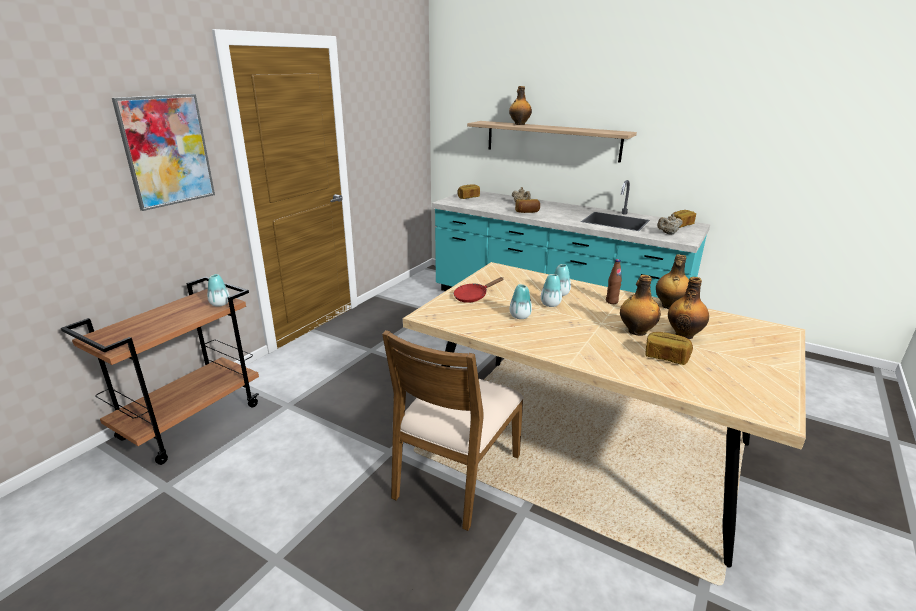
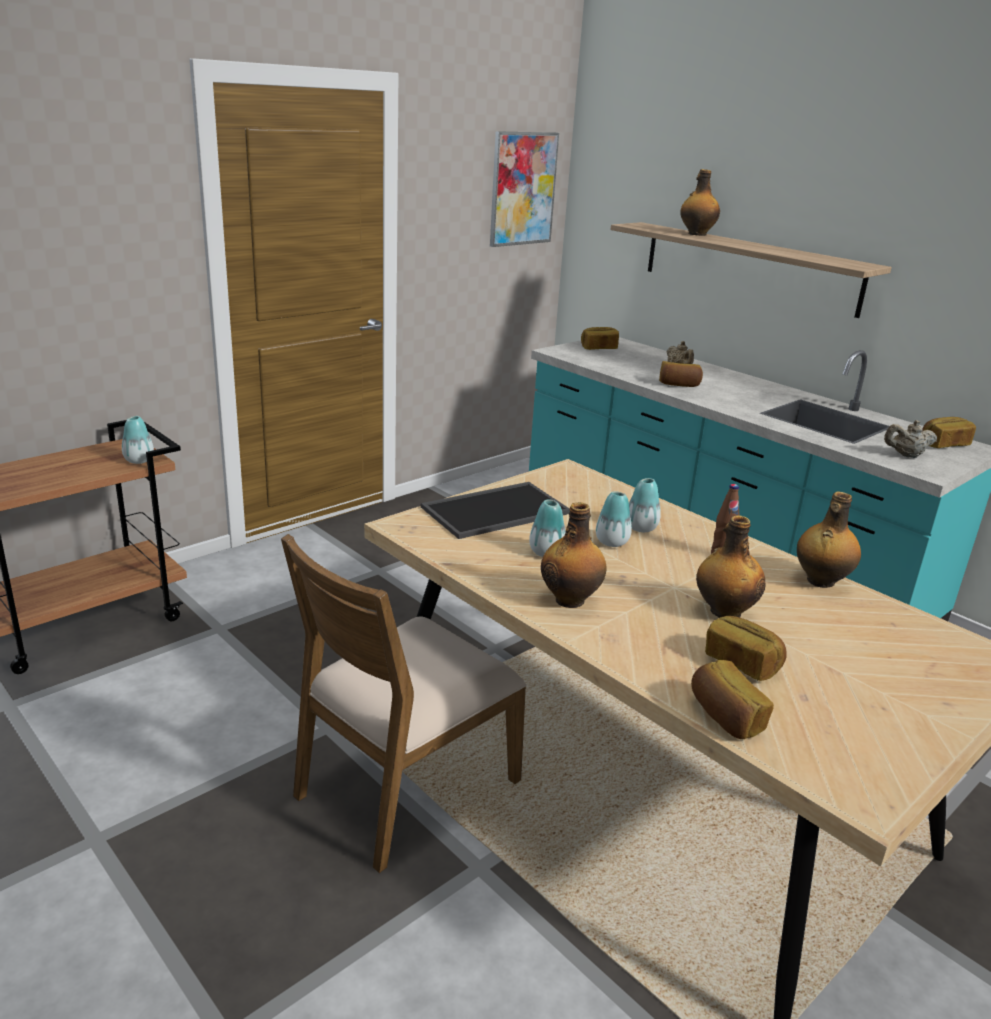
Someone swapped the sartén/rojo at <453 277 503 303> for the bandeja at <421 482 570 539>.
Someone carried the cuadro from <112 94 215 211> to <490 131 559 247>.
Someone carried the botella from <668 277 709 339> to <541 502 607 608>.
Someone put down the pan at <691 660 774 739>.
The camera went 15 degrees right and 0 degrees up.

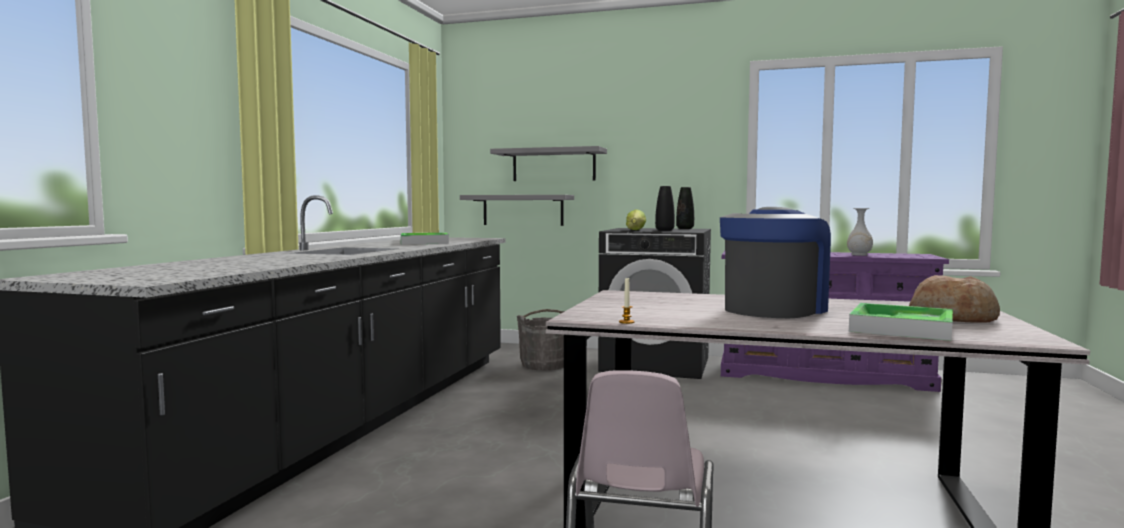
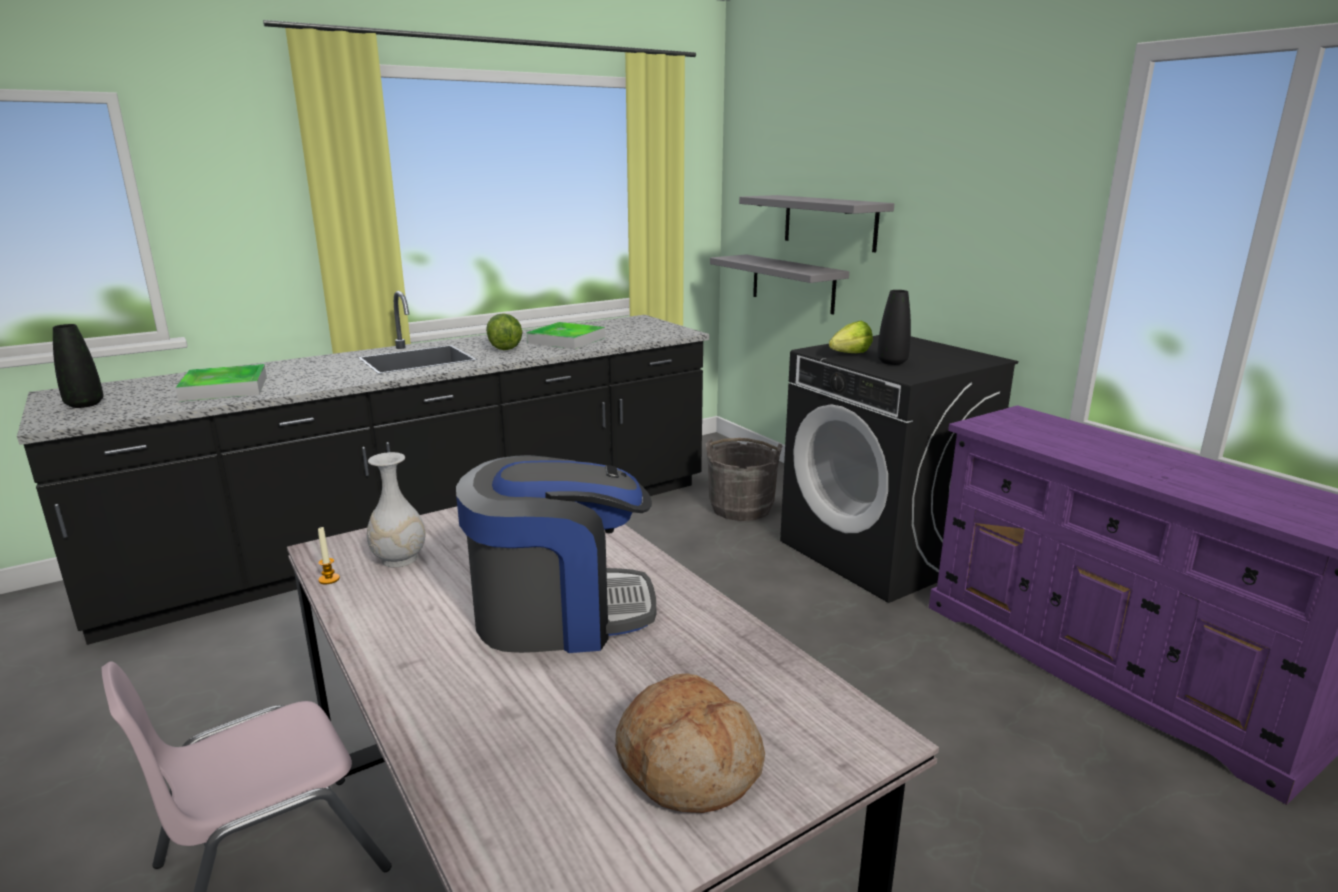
Someone carried the florero/negro from <676 187 694 229> to <53 324 104 408>.
Someone carried the bandeja from <849 303 953 341> to <175 364 267 402>.
Someone carried the florero/blanco from <847 208 873 256> to <367 452 426 568>.
Someone put down the lechuga at <486 313 522 350>.
The camera went 40 degrees right and 15 degrees up.

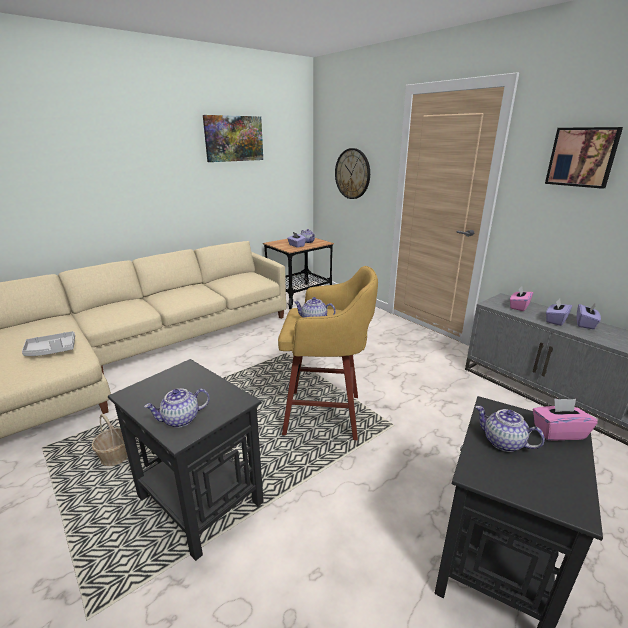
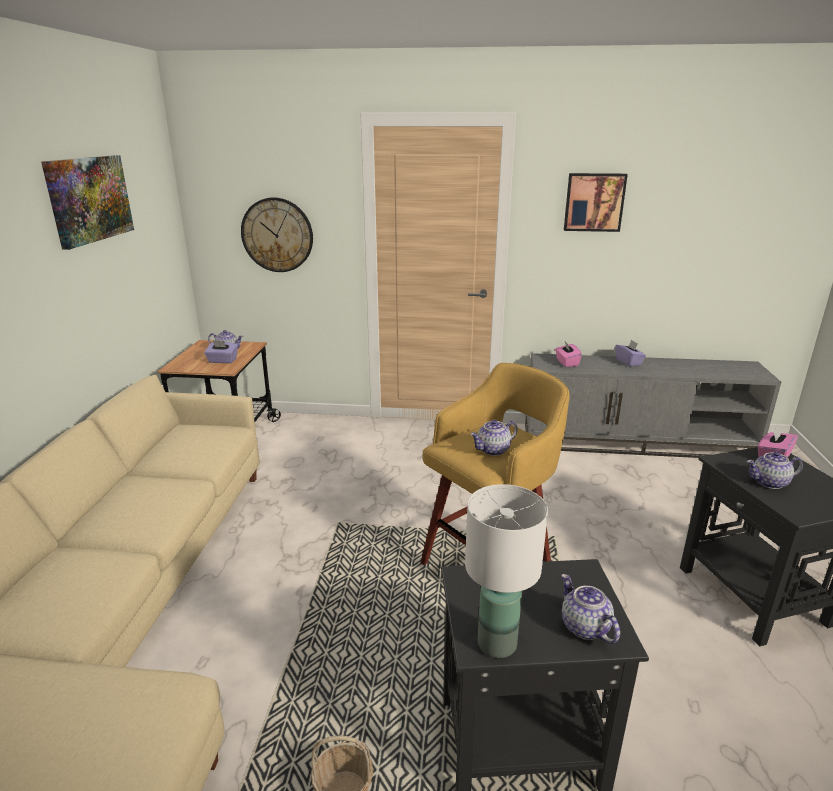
Someone put down the lámpara de mesa/blanco at <465 484 548 658>.
Someone rotated the tetera at <144 389 210 428> by 135 degrees clockwise.
Someone took away the bandeja/gris at <22 331 75 356>.
Someone took away the caja de pañuelos/morado at <546 299 572 326>.
The camera went 45 degrees left and 0 degrees up.

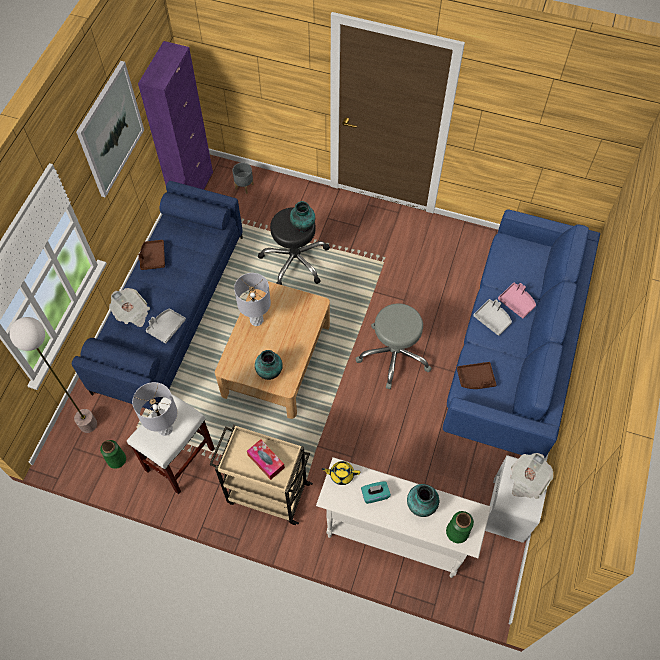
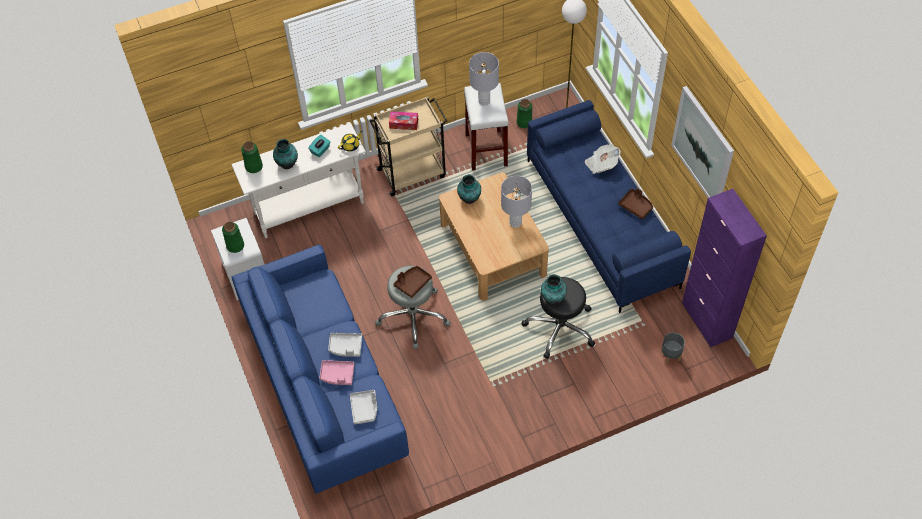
Someone swapped the periódico at <510 453 553 499> for the florero/verde at <222 222 244 253>.
Someone carried the bandeja/gris from <146 308 186 344> to <350 390 377 425>.
Someone carried the bandeja/marrón from <457 362 496 389> to <394 266 432 298>.
The camera went 140 degrees right and 5 degrees down.

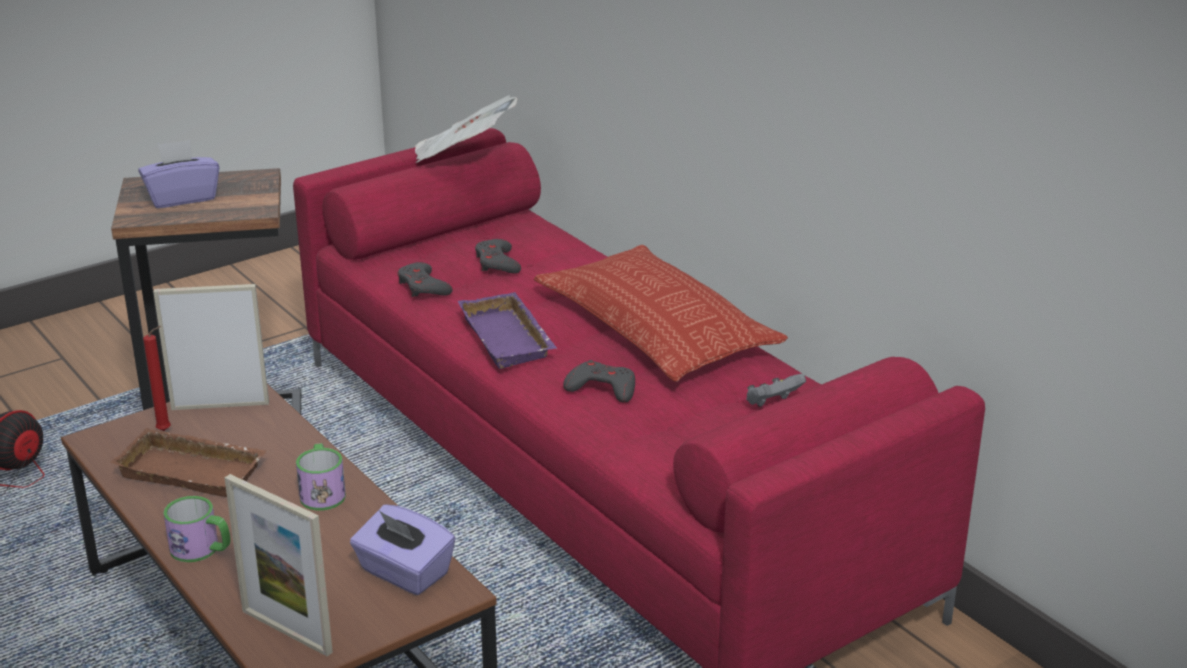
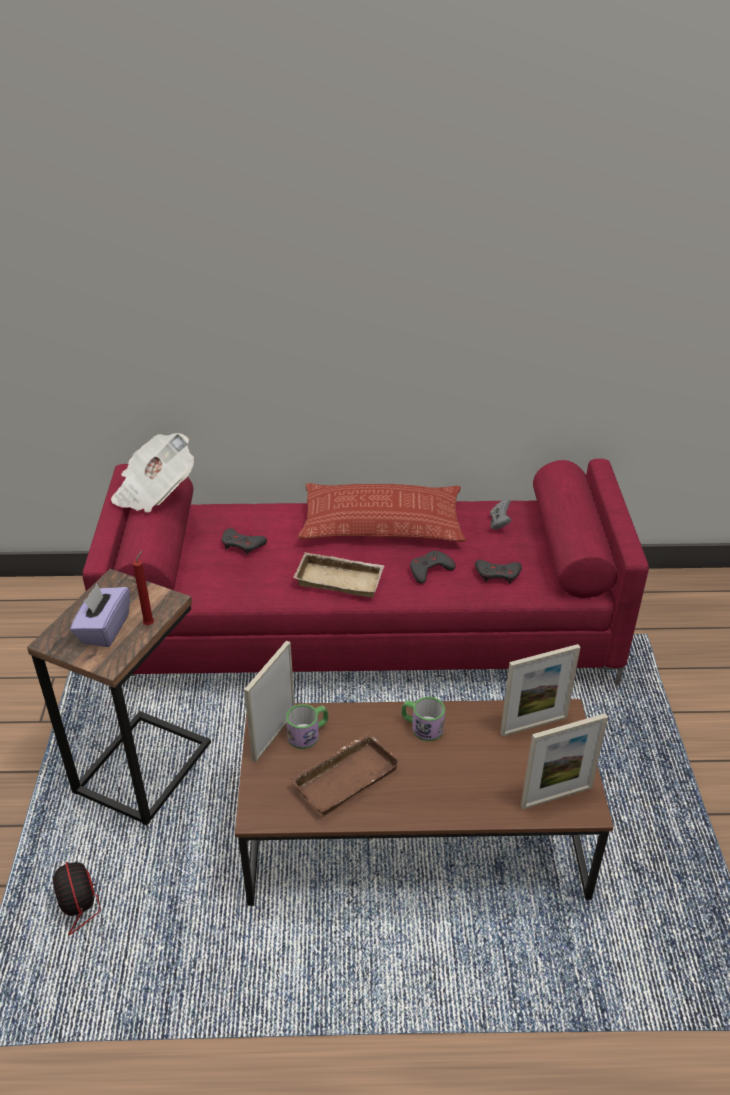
Someone carried the vela/rojo from <143 326 171 431> to <133 550 154 625>.
Someone carried the taza grande from <163 496 231 562> to <286 704 328 749>.
Someone repainted the bandeja/morado at <458 292 557 369>, which became the bandeja/beis at <293 552 384 598>.
Someone carried the mando de consola/gris from <398 262 453 297> to <475 560 522 584>.
Someone swapped the caja de pañuelos/morado at <350 505 456 595> for the portarretratos at <500 644 581 736>.
The camera went 55 degrees left and 10 degrees up.

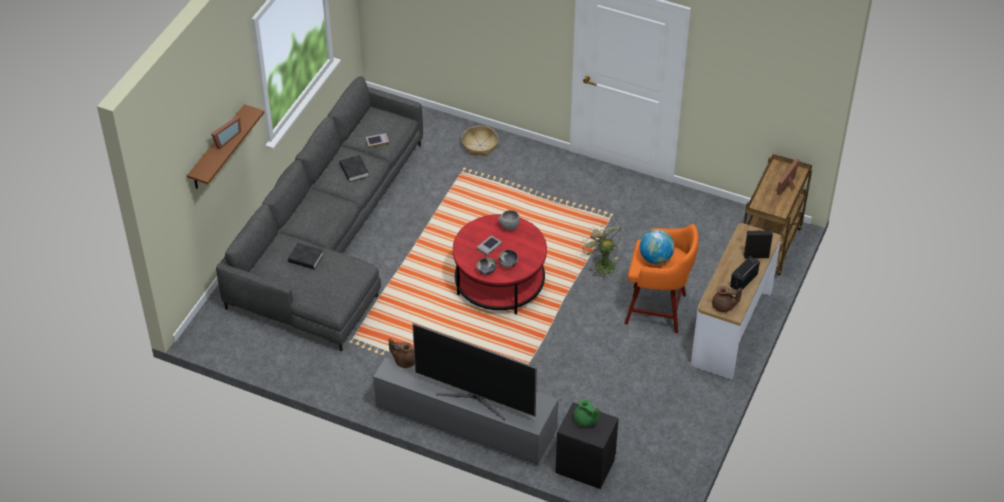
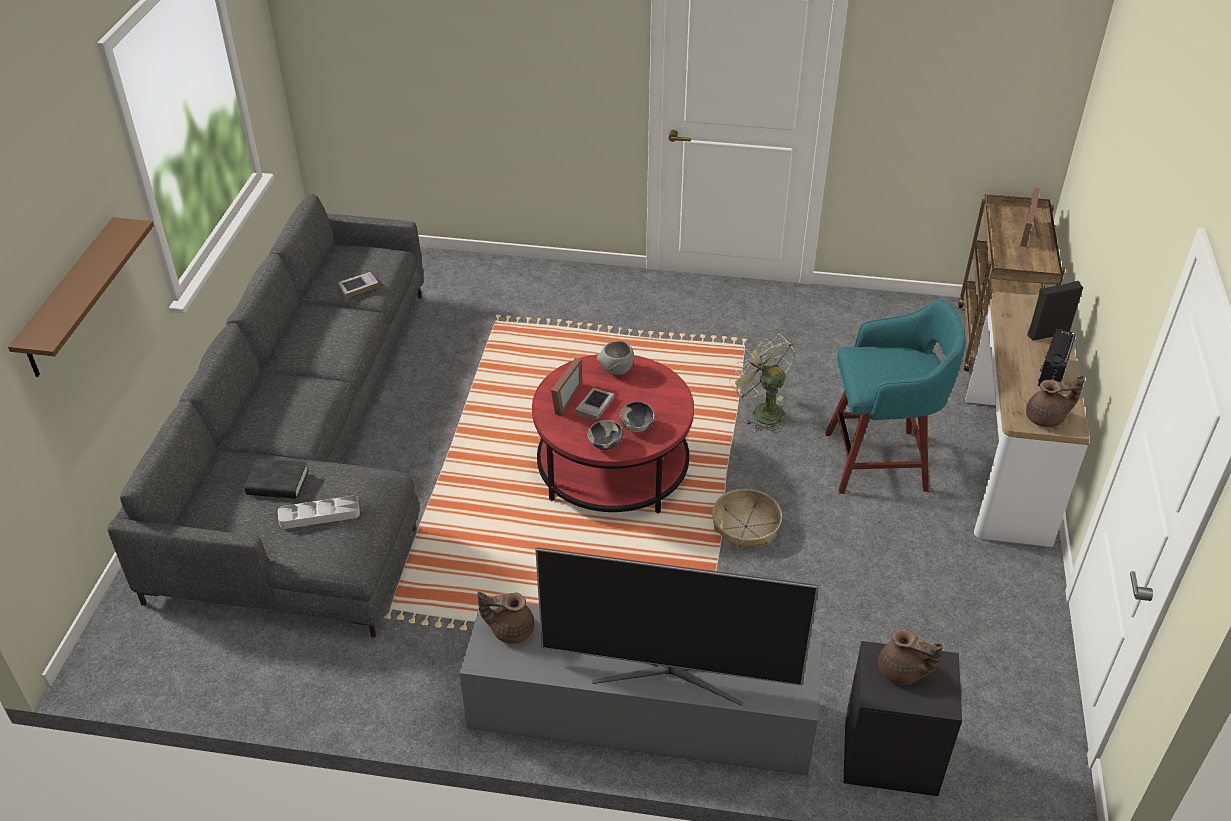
Someone put down the bandeja/gris at <278 496 360 529>.
Someone carried the portarretratos from <211 116 241 149> to <551 358 581 416>.
Someone carried the cesta from <462 126 498 156> to <712 489 782 549>.
Someone repainted the taburete/naranja at <625 224 699 333>, which became the taburete/turquesa at <825 298 966 494>.
Someone repainted the tetera/verde at <573 399 599 427>, which became the tetera/marrón at <878 629 943 685>.
Someone took away the libro/negro at <340 155 369 182>.
Someone took away the globo terráqueo at <640 229 675 264>.
The camera went 15 degrees left and 5 degrees down.

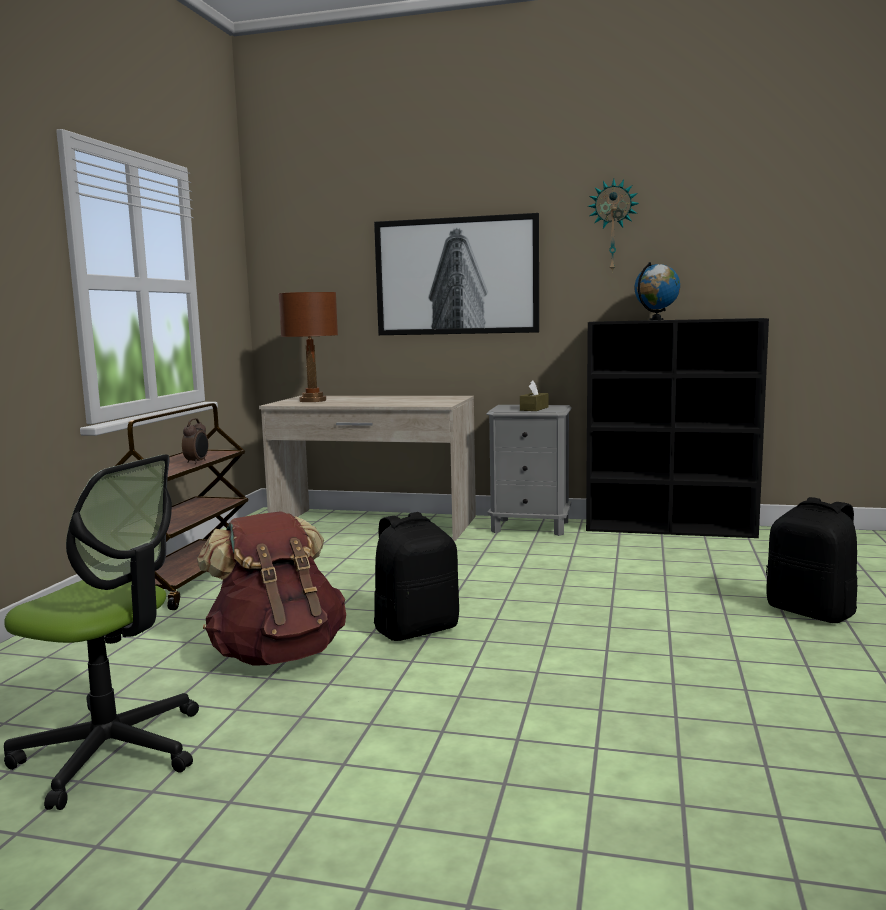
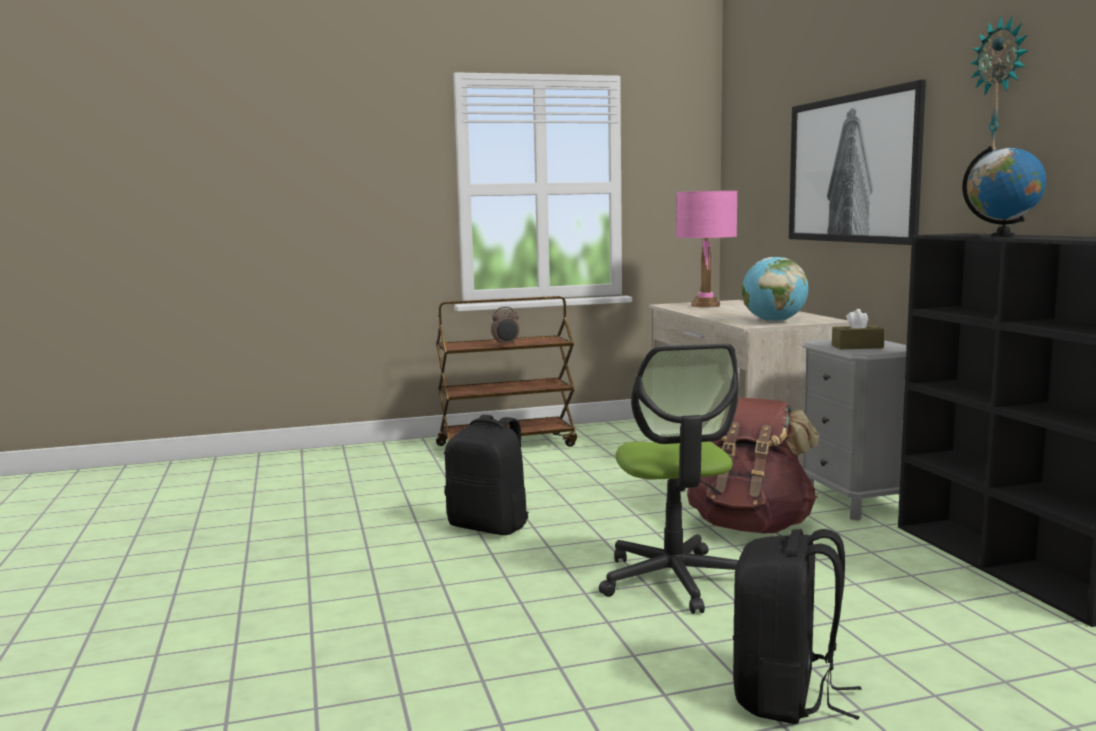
Someone carried the silla de oficina from <4 455 199 810> to <599 343 739 614>.
Someone repainted the lámpara de mesa/marrón at <278 292 338 402>, which became the lámpara de mesa/rosa at <676 191 737 307>.
Someone carried the mochila/marrón from <197 511 346 666> to <687 398 820 533>.
Someone put down the globo terráqueo at <742 257 809 322>.
The camera went 60 degrees right and 0 degrees up.

